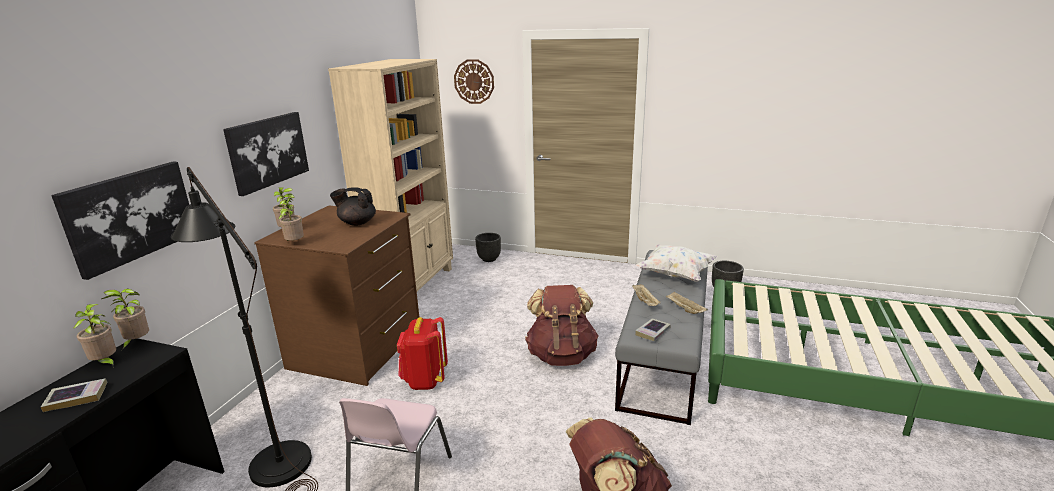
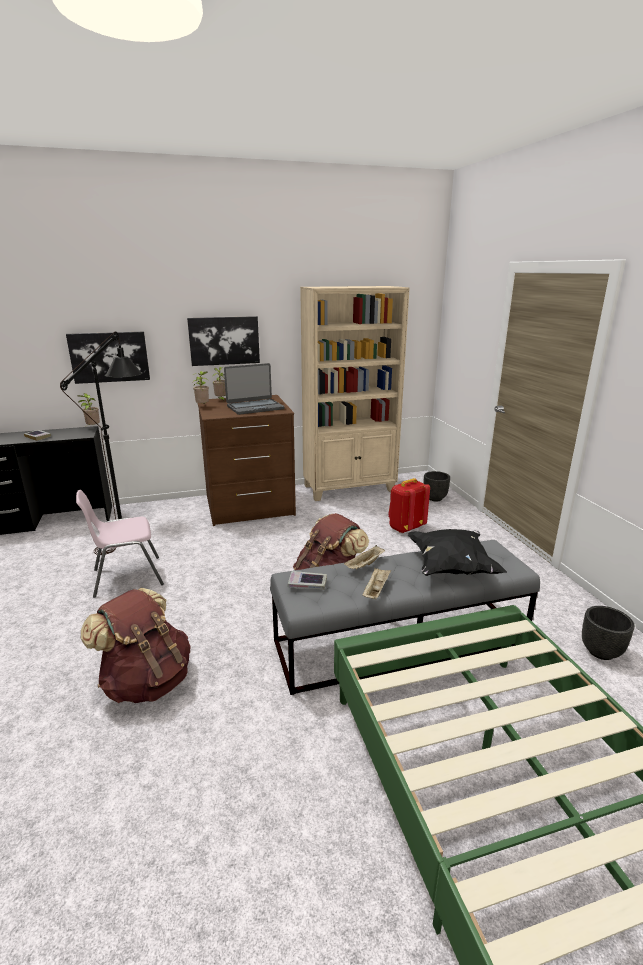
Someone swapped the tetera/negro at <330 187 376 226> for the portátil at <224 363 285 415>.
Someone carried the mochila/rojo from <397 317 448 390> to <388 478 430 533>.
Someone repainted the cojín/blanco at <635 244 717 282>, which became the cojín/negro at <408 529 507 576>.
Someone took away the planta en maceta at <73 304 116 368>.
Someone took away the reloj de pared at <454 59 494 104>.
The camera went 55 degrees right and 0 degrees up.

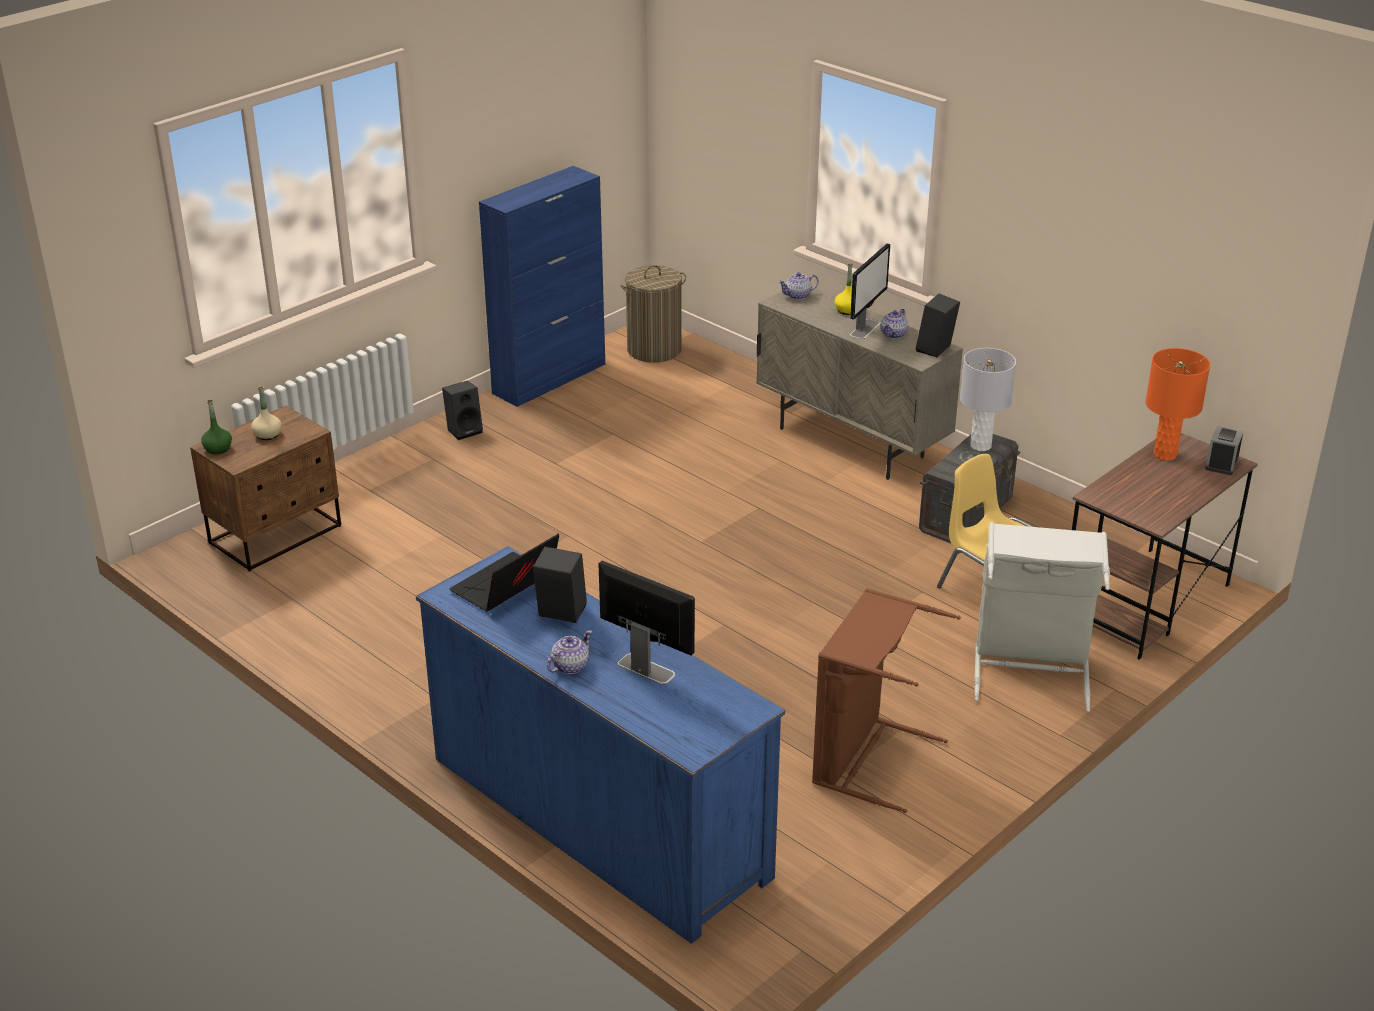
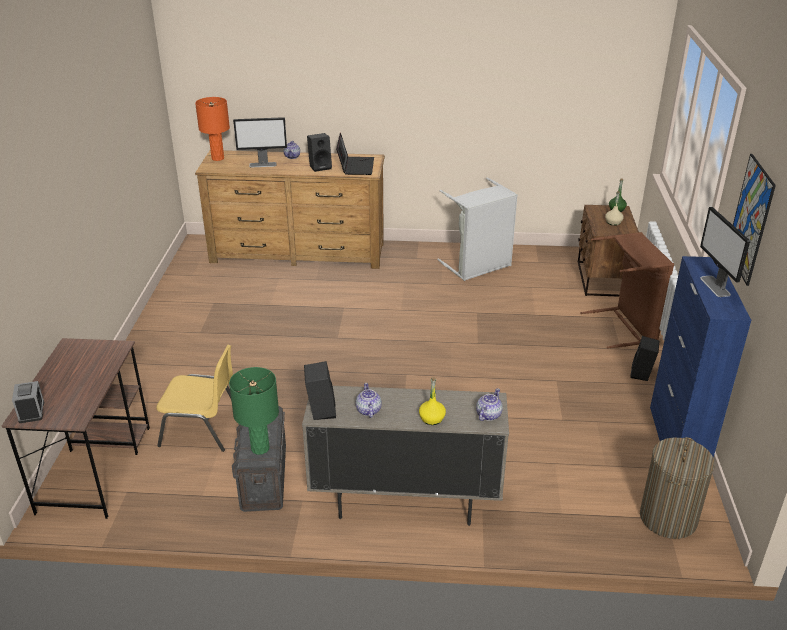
Someone carried the lámpara de mesa/naranja from <1145 348 1210 461> to <195 97 230 161>.
Someone repainted the cómoda/azul at <416 546 785 944>, which became the cómoda/marrón at <195 150 385 269>.
Someone repainted the lámpara de mesa/gris at <960 348 1016 451>, which became the lámpara de mesa/verde at <229 367 279 455>.
Someone carried the cesto de la ropa/gris from <974 522 1110 712> to <437 177 518 281>.
Someone carried the cesto de la ropa/marrón from <812 588 961 813> to <580 232 674 348>.
Someone carried the monitor from <850 243 890 339> to <700 207 750 297>.
Someone put up the cuadro at <733 154 776 286>.
The camera went 140 degrees right and 0 degrees up.

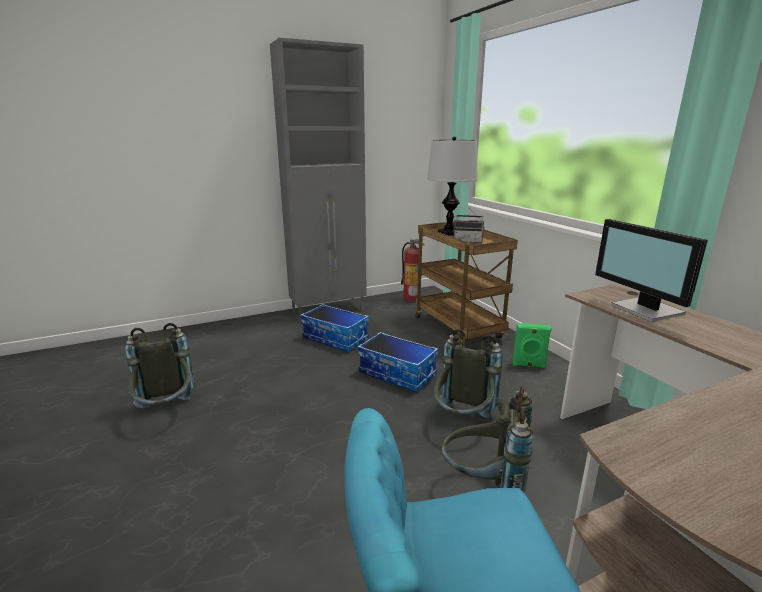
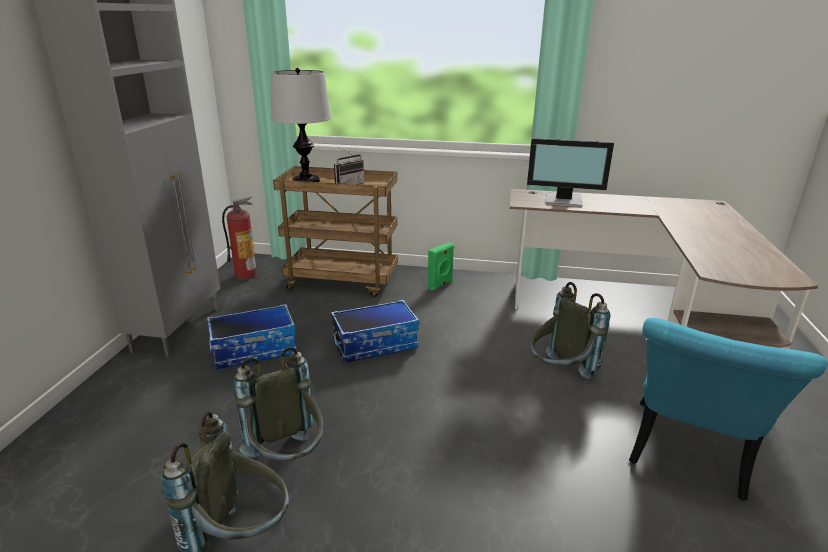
Someone carried the mochila/gris from <434 329 503 418> to <233 347 323 461>.
The camera went 55 degrees left and 5 degrees up.

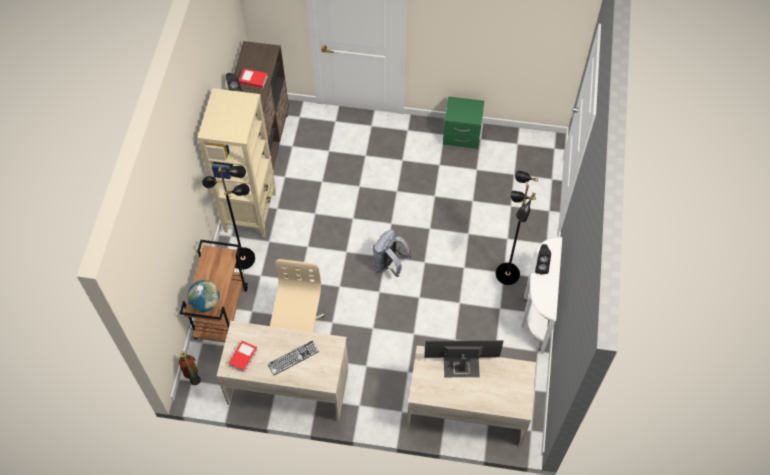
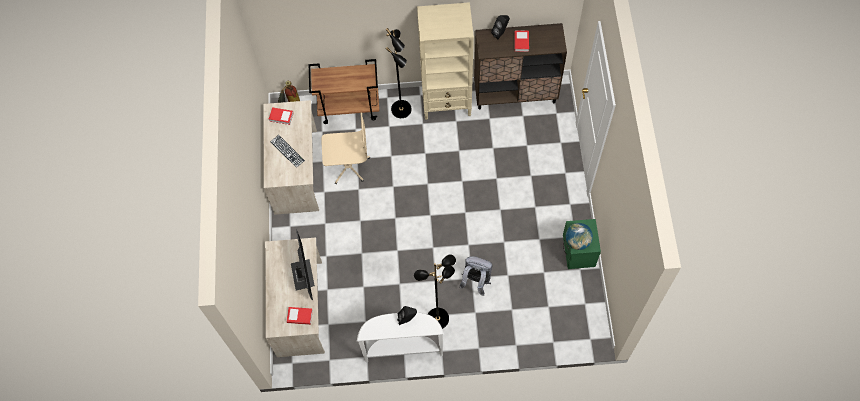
Someone put down the libro at <286 307 313 325>.
Someone carried the mochila/gris from <373 230 412 277> to <459 256 492 296>.
Someone carried the globo terráqueo from <188 280 220 312> to <566 223 593 250>.
The camera went 80 degrees right and 5 degrees up.

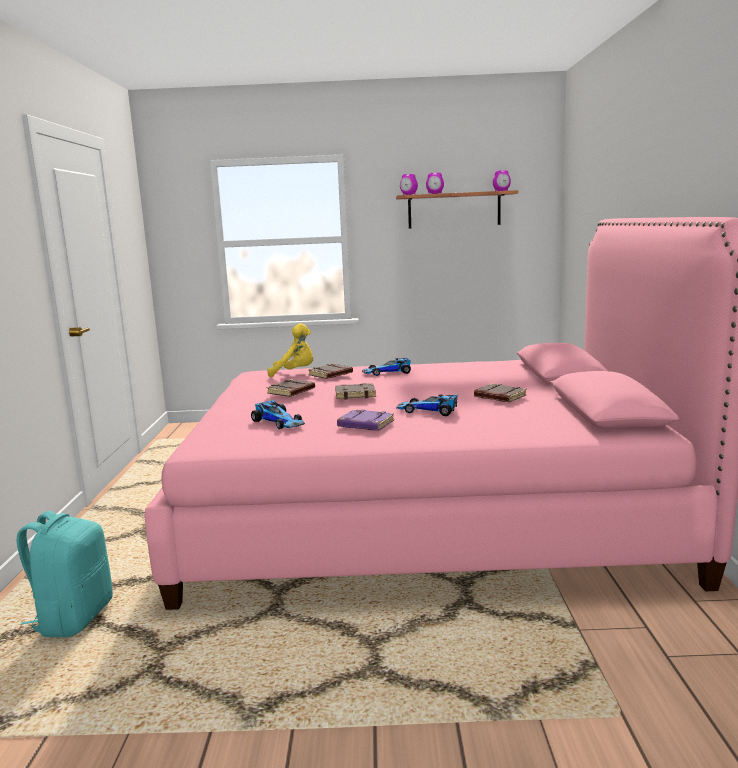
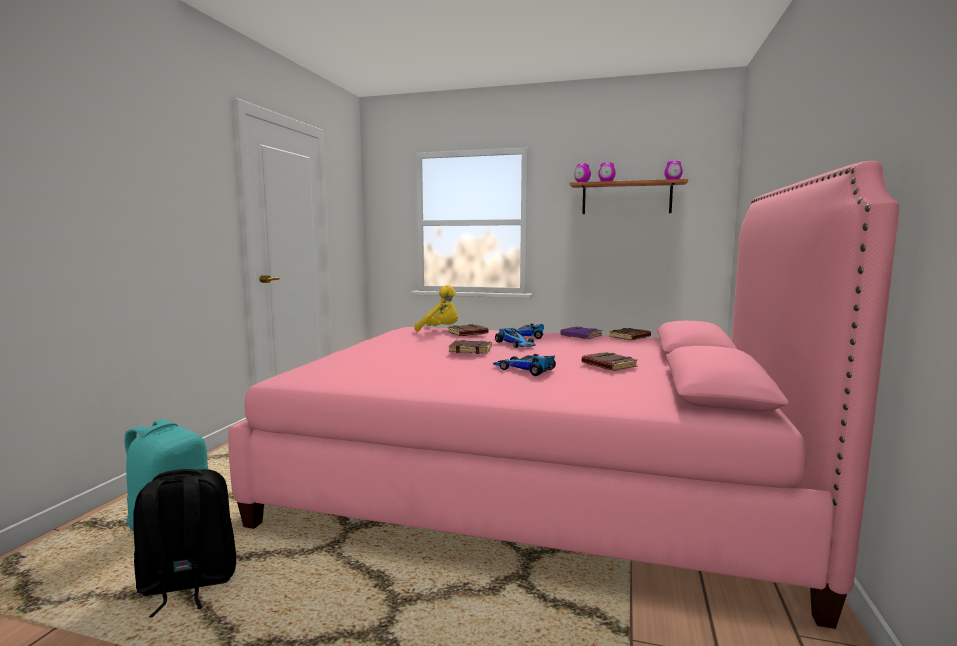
Someone put down the mochila/negro at <133 469 236 617>.
Someone carried the coche de juguete from <251 400 305 429> to <495 328 536 348>.
Someone carried the libro/morado from <337 409 394 431> to <560 326 602 339>.
Someone carried the libro/marrón from <266 379 315 397> to <609 328 651 340>.
The camera went 15 degrees right and 5 degrees down.

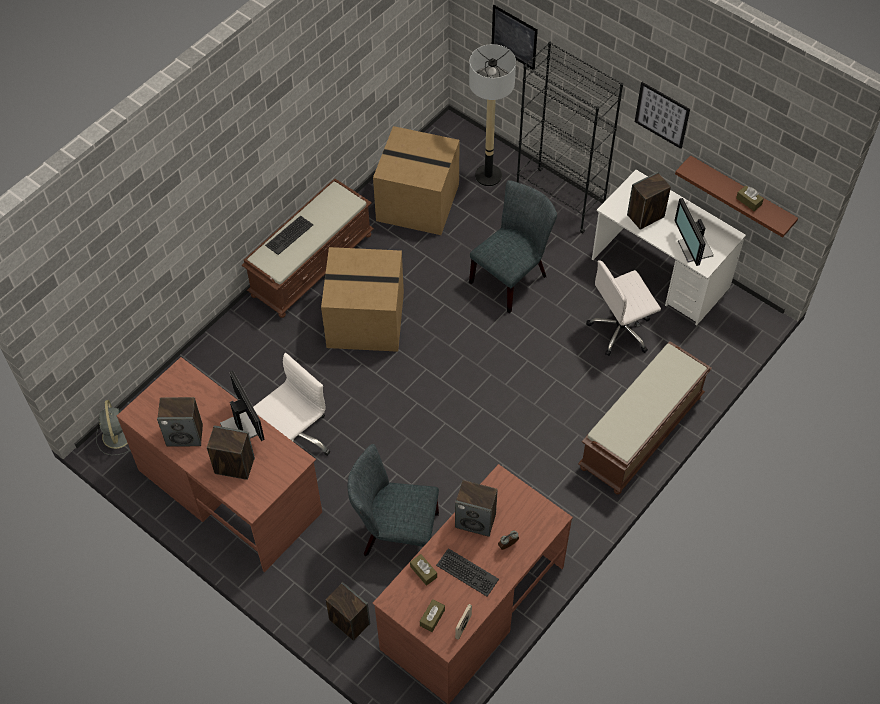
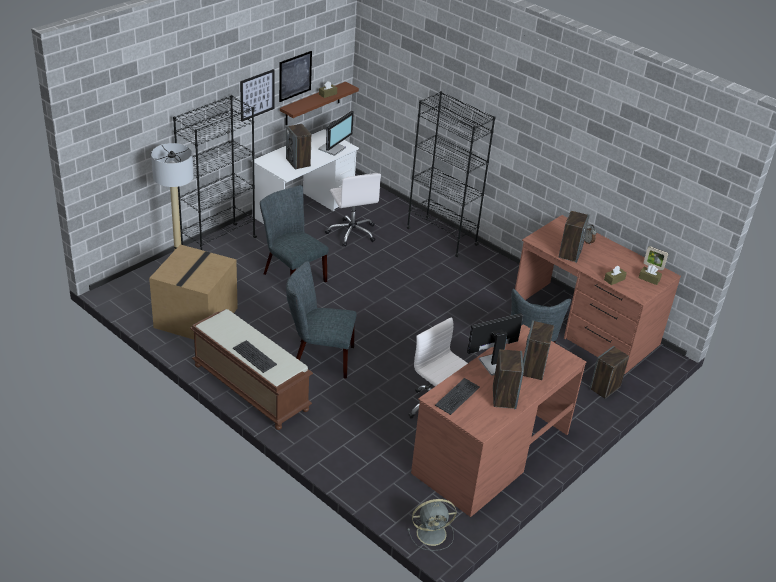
Someone carried the cuadro from <492 5 538 70> to <279 51 312 102>.
Someone swapped the caja de cartón at <321 247 404 352> for the silla/gris at <286 261 357 379>.
Someone rotated the monitor at <674 198 714 266> by 45 degrees counterclockwise.
Someone swapped the banco/marrón at <578 341 712 495> for the estantería/negro at <407 91 496 257>.
Someone carried the teclado from <436 548 499 597> to <435 378 480 415>.
The camera went 90 degrees left and 20 degrees down.

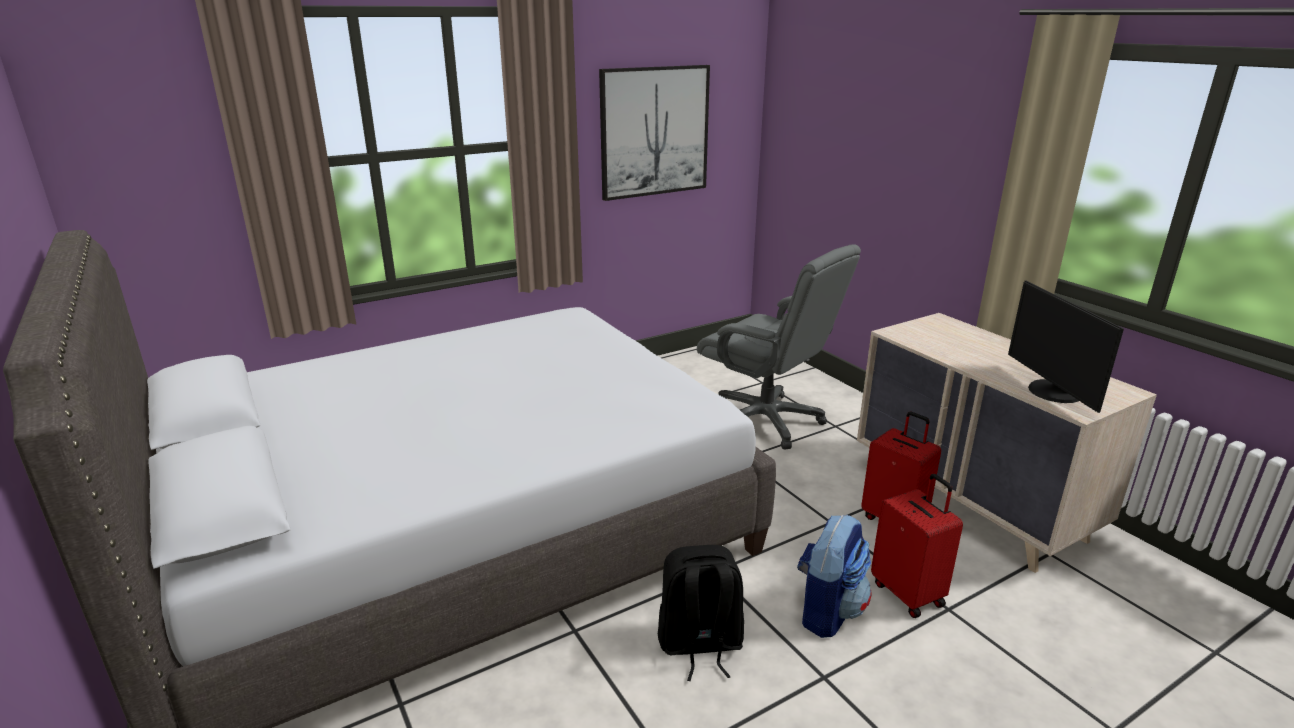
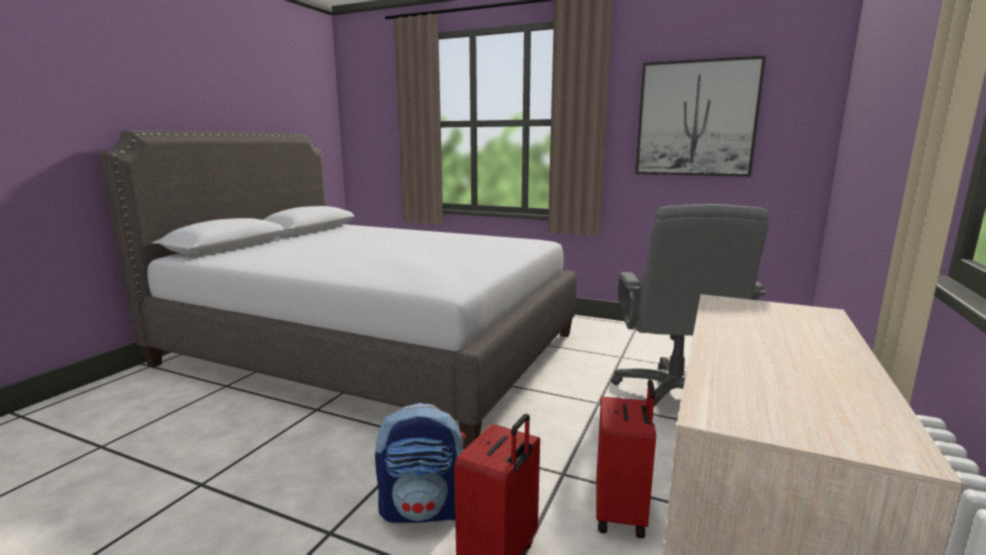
Someone took away the mochila/negro at <658 545 744 681>.
Someone took away the monitor at <1008 281 1124 413>.
The camera went 55 degrees right and 10 degrees down.

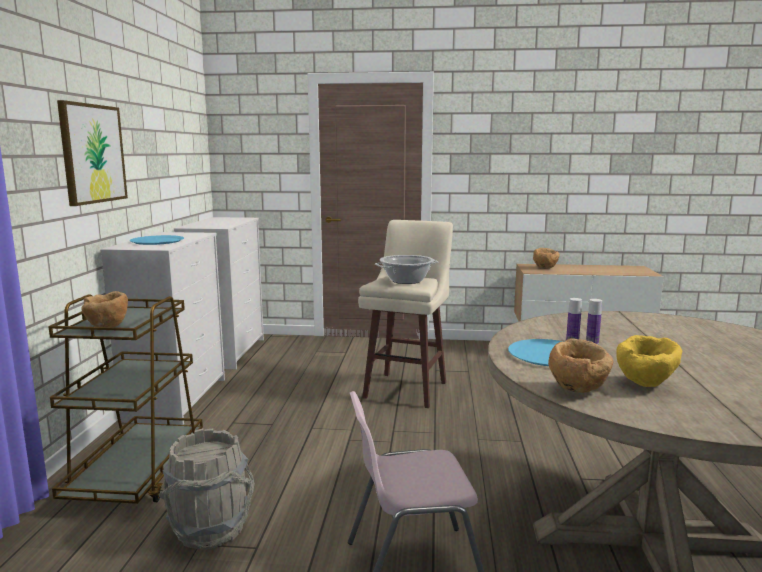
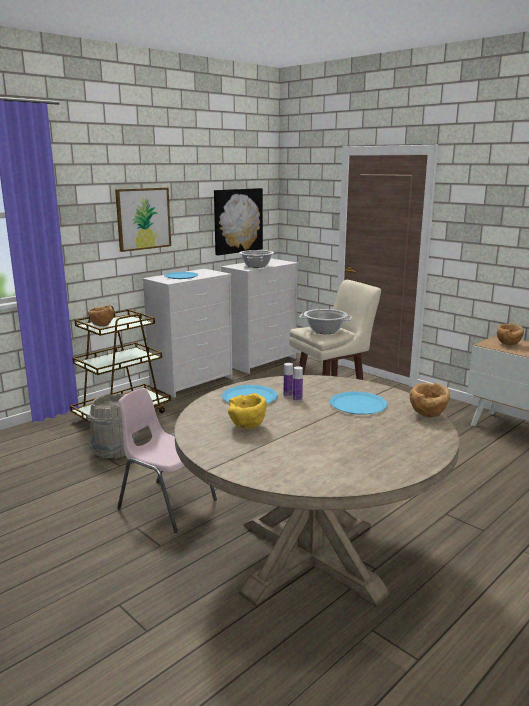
Someone put up the cuadro at <214 188 263 255>.
Someone put down the olla at <239 250 274 268>.
Someone put down the plato/azul at <330 392 388 415>.
Someone carried the cuenco/marrón from <548 338 614 393> to <409 383 450 417>.
The camera went 40 degrees right and 5 degrees up.

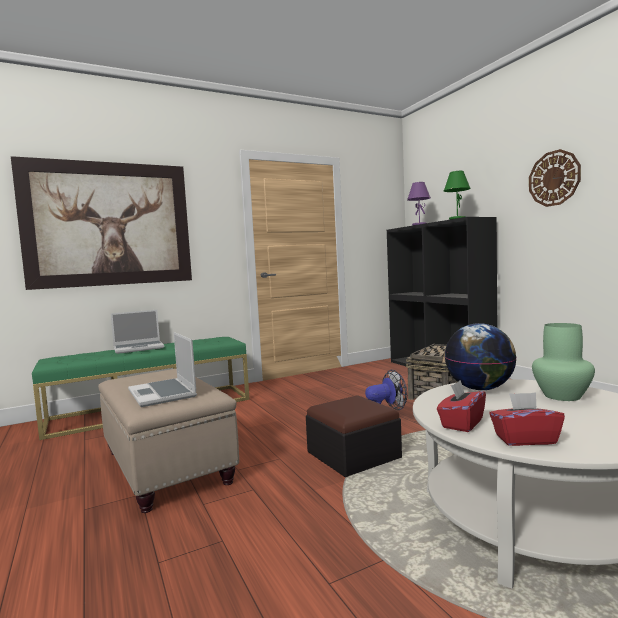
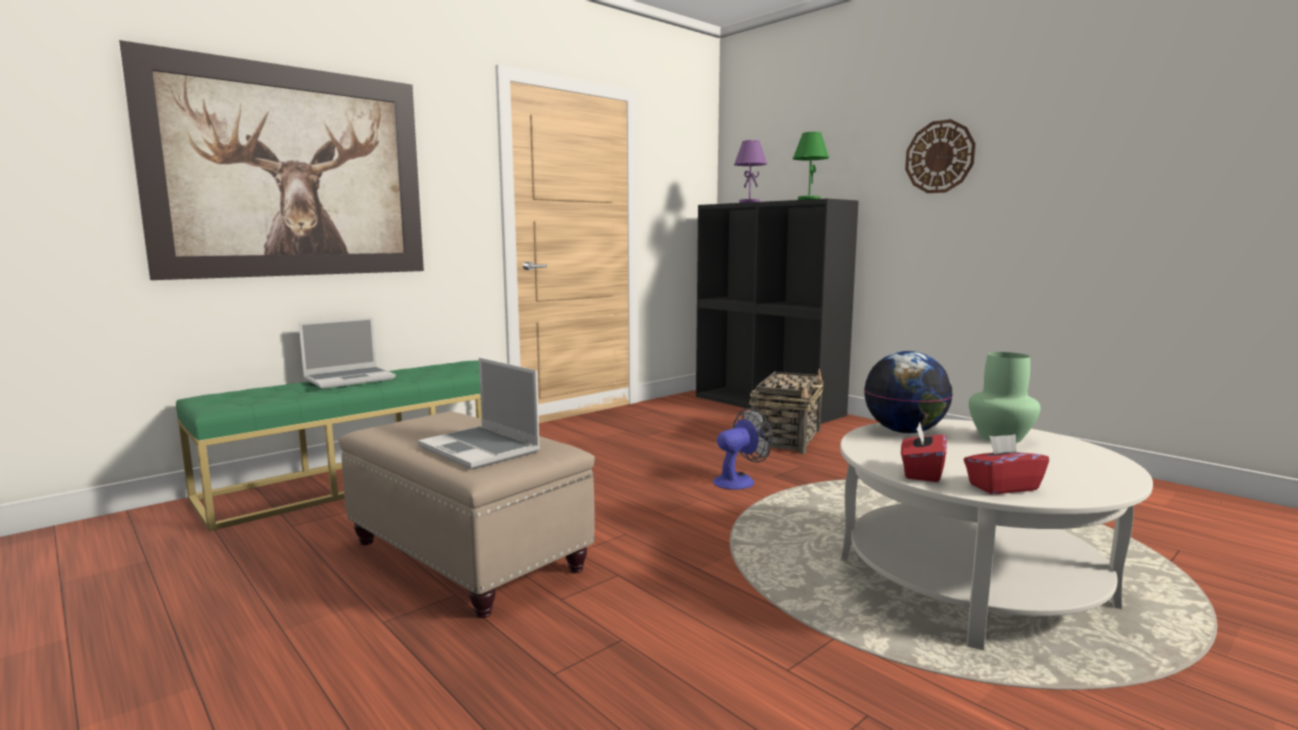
Someone took away the puf at <306 396 402 477>.
The camera went 15 degrees left and 5 degrees up.

